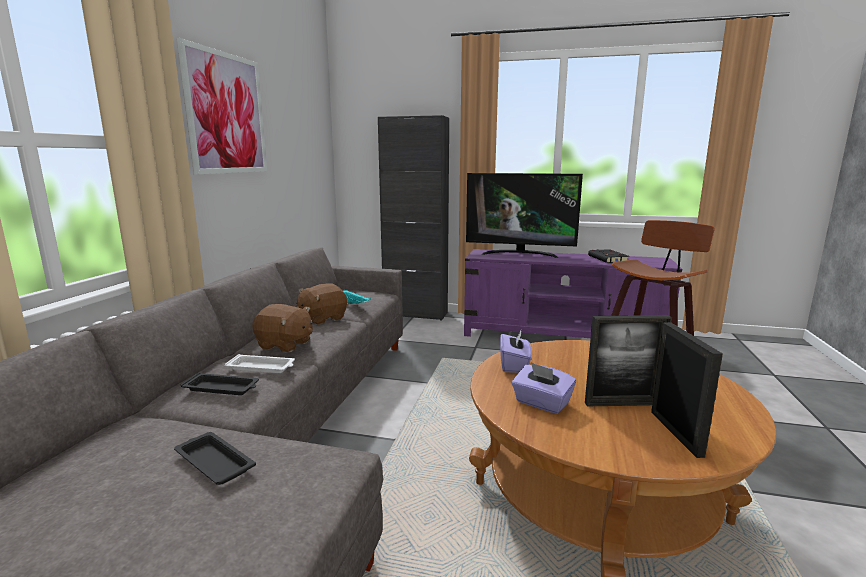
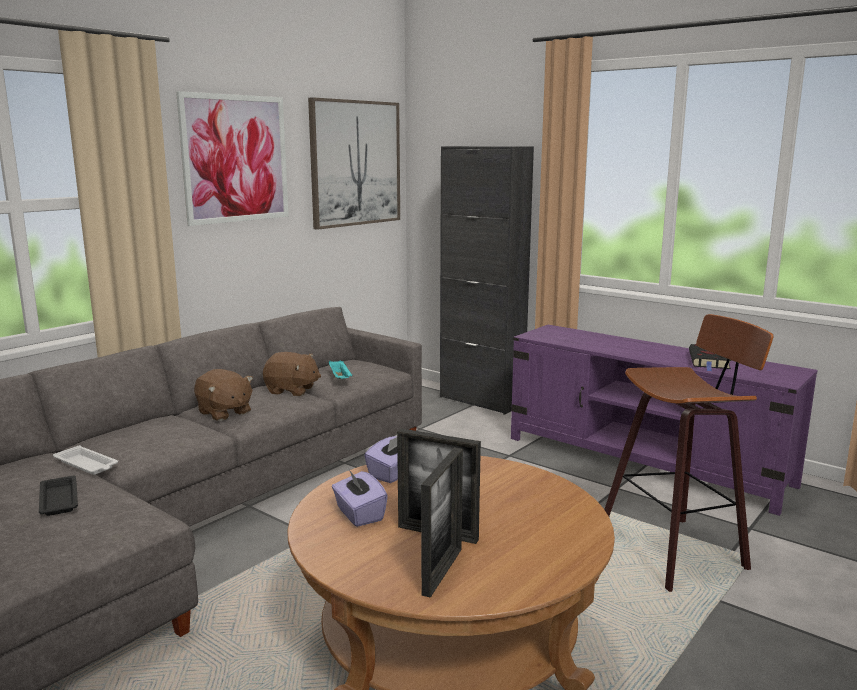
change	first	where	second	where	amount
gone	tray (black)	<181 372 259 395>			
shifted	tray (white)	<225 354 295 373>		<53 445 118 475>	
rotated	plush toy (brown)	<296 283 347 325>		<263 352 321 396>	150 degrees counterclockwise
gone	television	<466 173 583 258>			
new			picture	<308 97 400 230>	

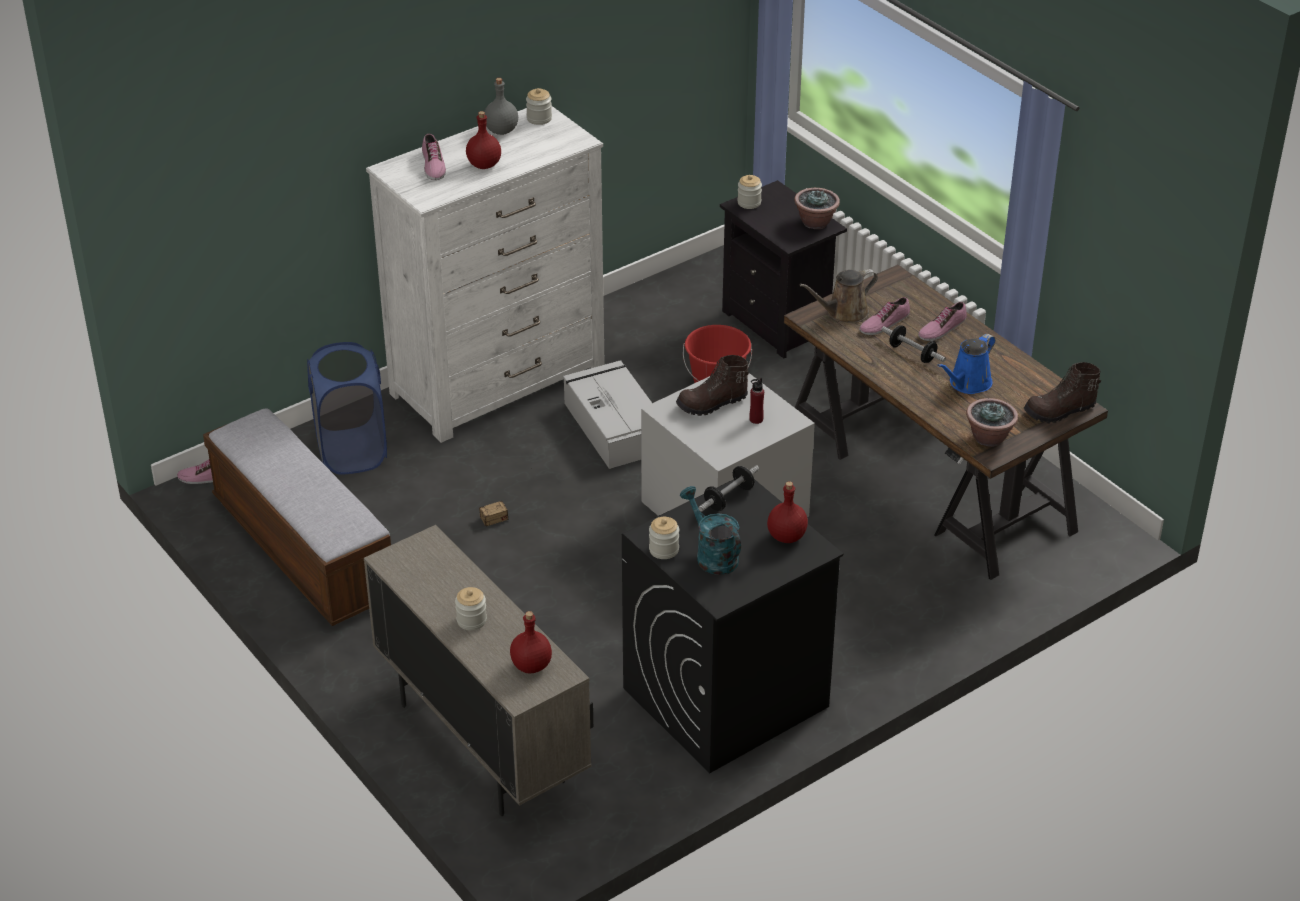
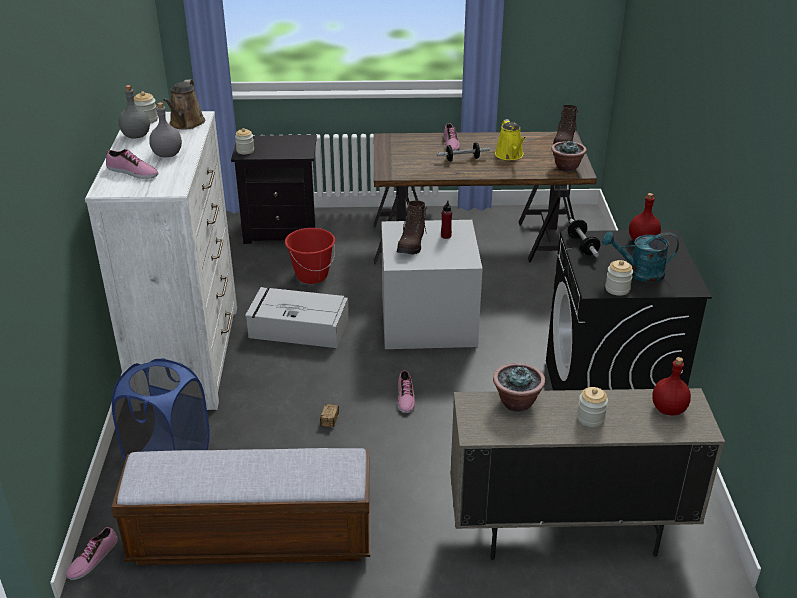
change	first	where	second	where	amount
repainted	bottle (red)	<466 111 501 169>	bottle (grey)	<149 102 182 157>	
shifted	potted plant	<794 188 840 229>		<493 363 545 412>	
shifted	watering can (brown)	<799 269 878 323>		<163 79 205 130>	
shifted	shoe	<859 297 910 335>		<397 370 415 413>	
repainted	watering can (blue)	<937 334 995 394>	watering can (yellow)	<495 119 526 160>	

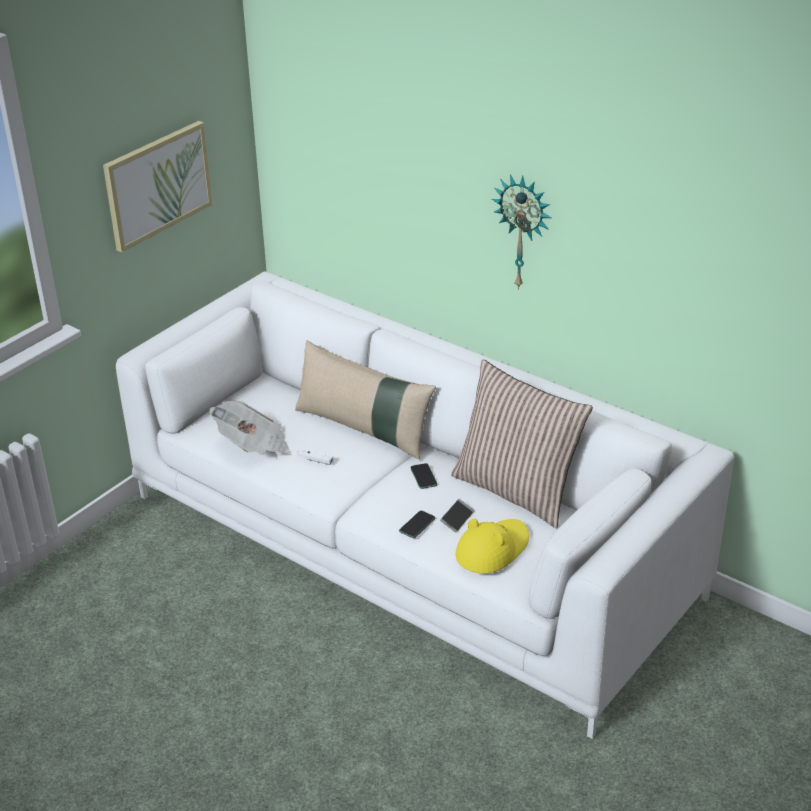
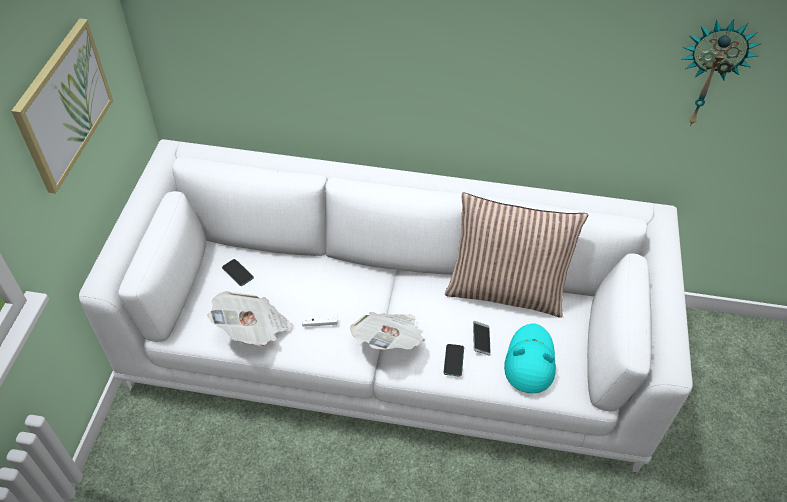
change	first	where	second	where	amount
gone	pillow (beige)	<295 341 436 460>			
shifted	phone	<410 463 438 489>		<222 259 254 286>	
repainted	hat (yellow)	<455 519 529 574>	hat (turquoise)	<504 324 556 393>	
shifted	wall clock	<492 174 551 290>		<681 19 761 126>	
new			newspaper	<350 312 425 350>	

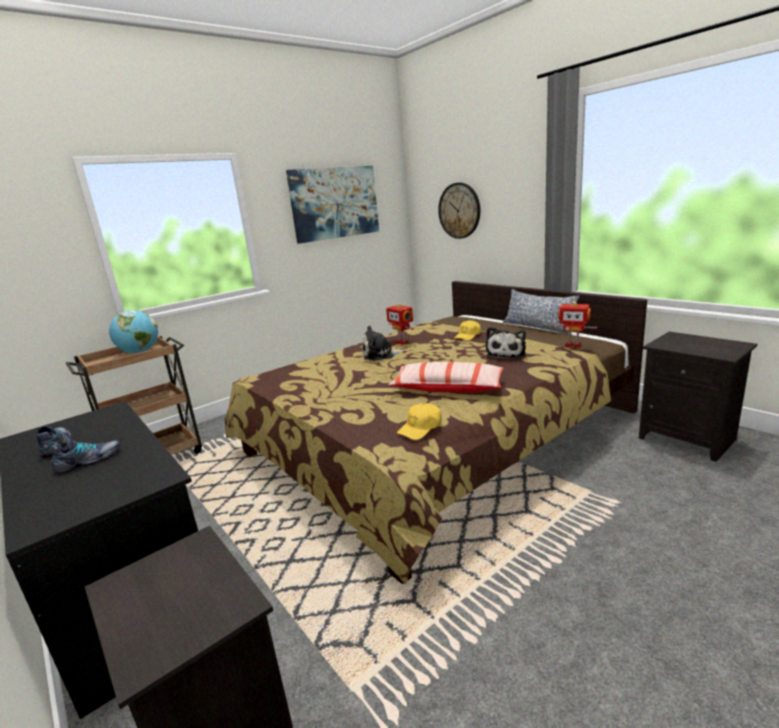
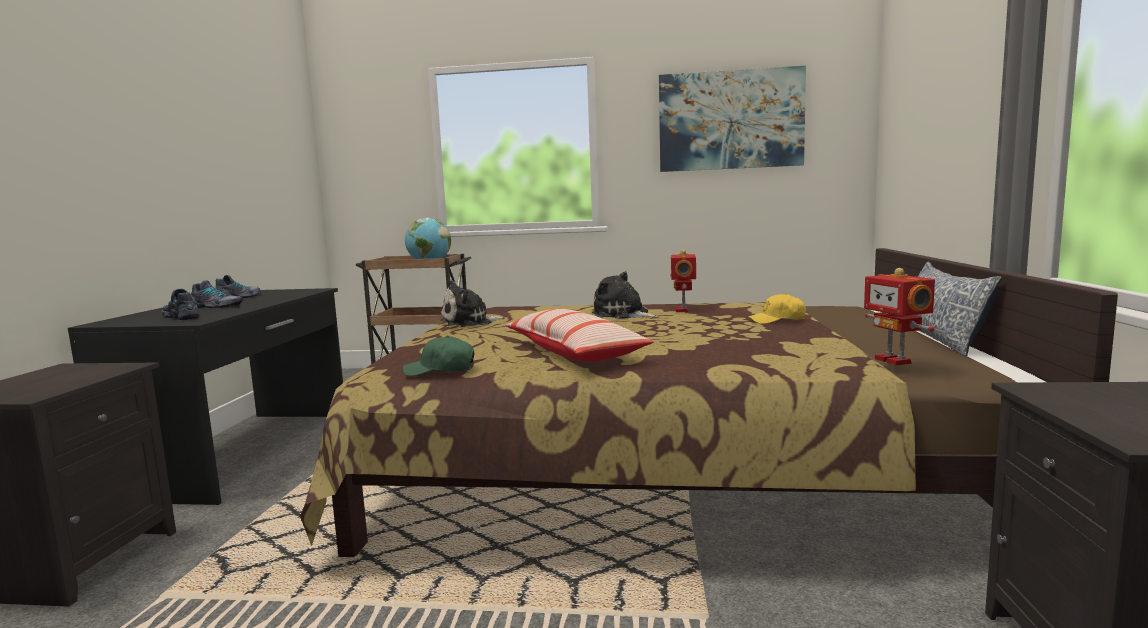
change	first	where	second	where	amount
repainted	cap (yellow)	<397 403 442 440>	cap (green)	<403 336 474 376>	
gone	wall clock	<438 183 480 239>			
shifted	plush toy	<486 327 526 359>		<441 280 505 327>	
new			shoe	<161 289 200 320>	

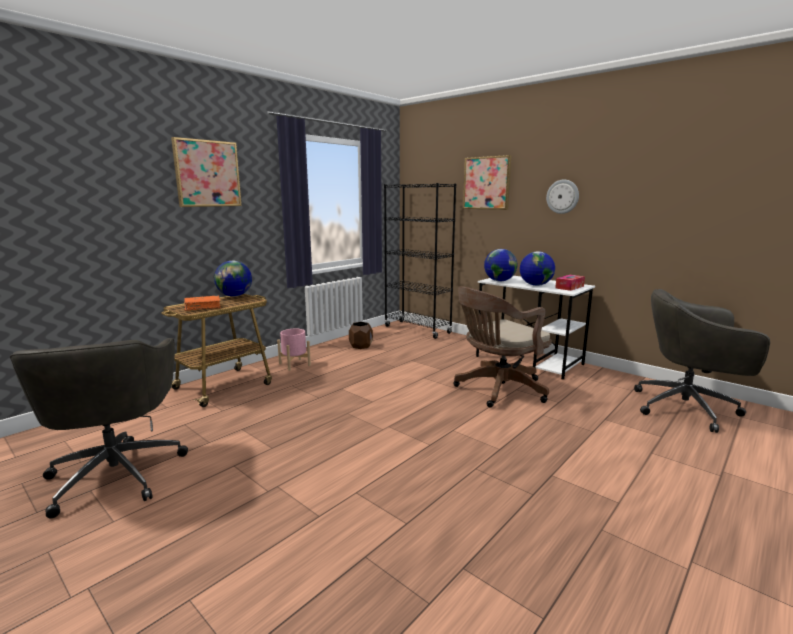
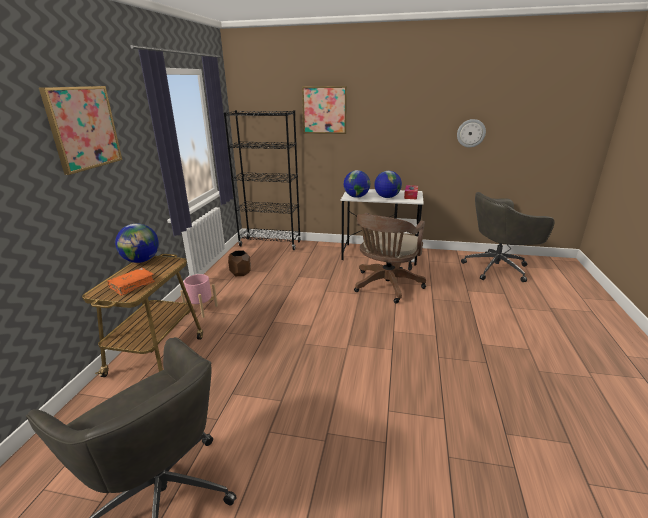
change	first	where	second	where	amount
shifted	wall clock	<546 179 579 214>		<457 119 486 148>	

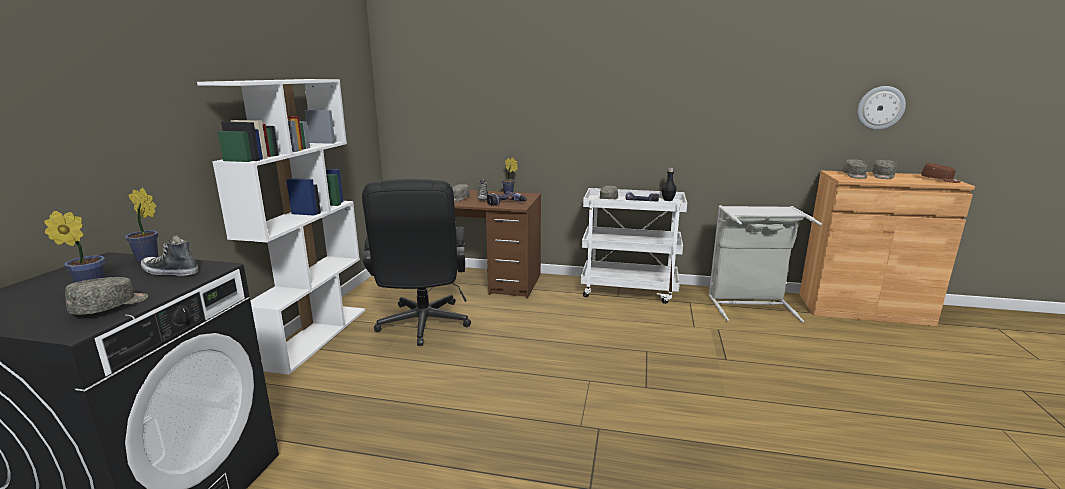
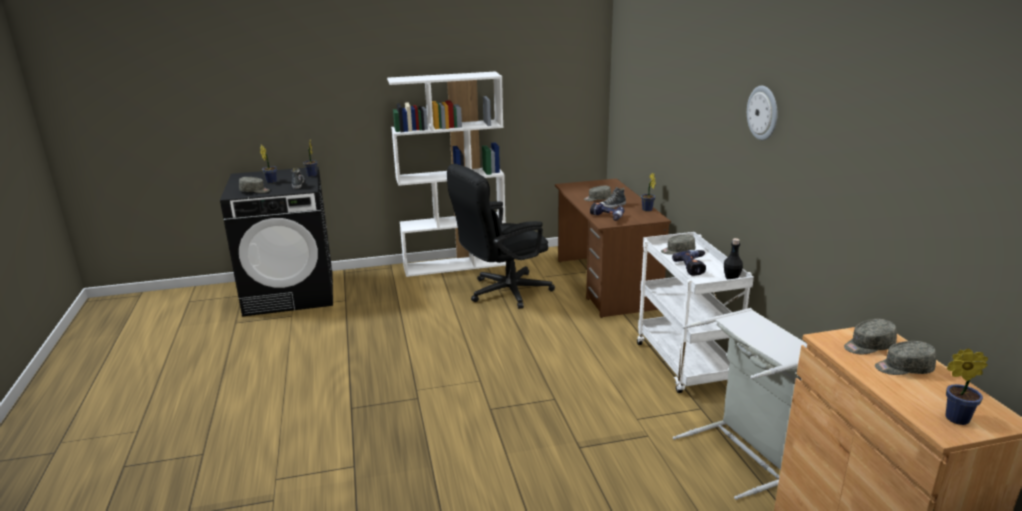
change	first	where	second	where	amount
shifted	wall clock	<857 86 906 130>		<747 86 778 140>	
swapped	cap (brown)	<921 163 960 183>	potted plant	<946 348 988 425>	

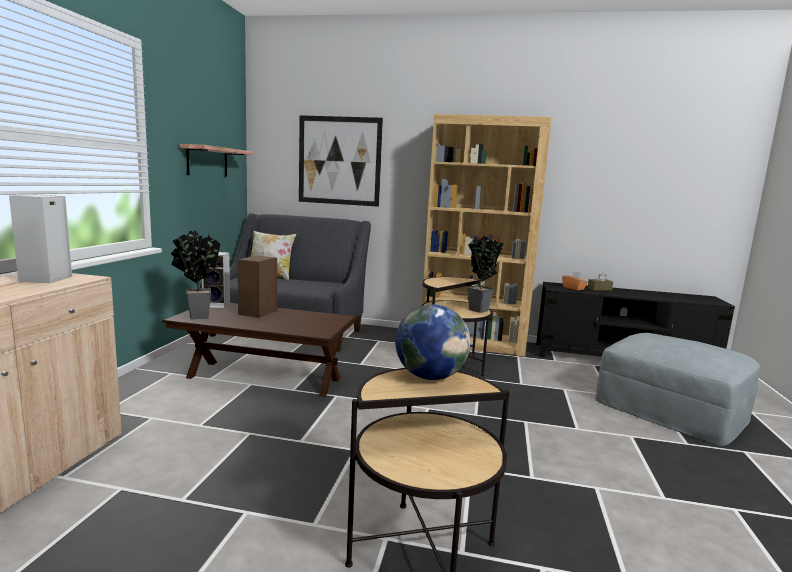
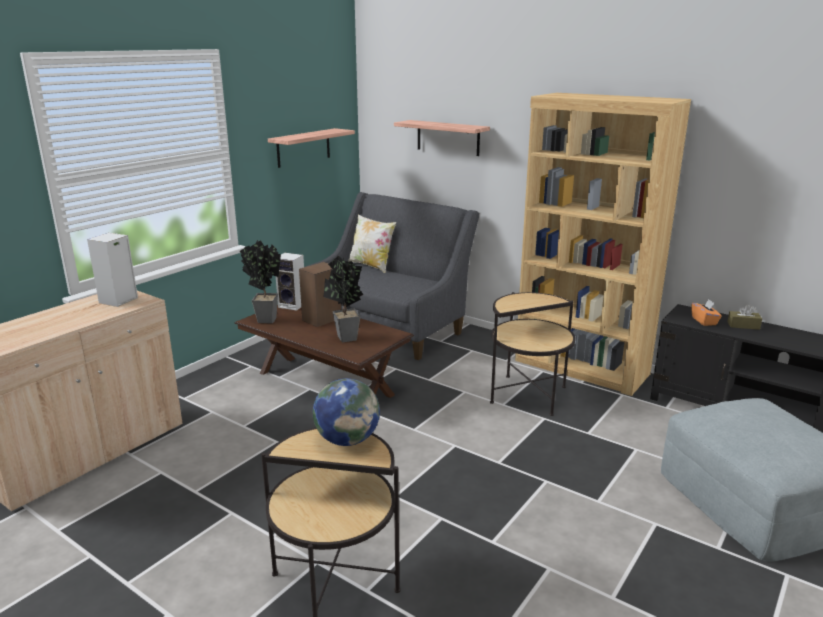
change	first	where	second	where	amount
swapped	picture	<299 115 383 207>	shelf	<394 120 490 156>	
shifted	potted plant	<467 236 504 313>		<324 256 364 342>	

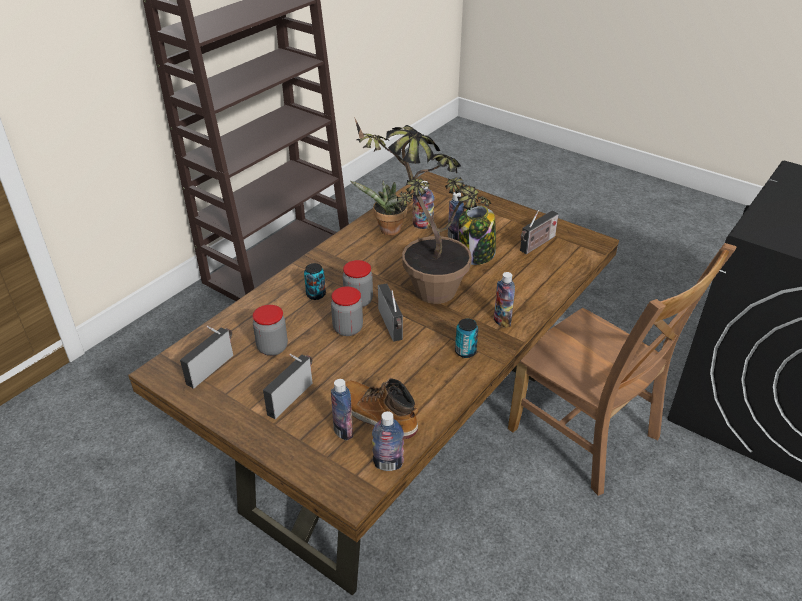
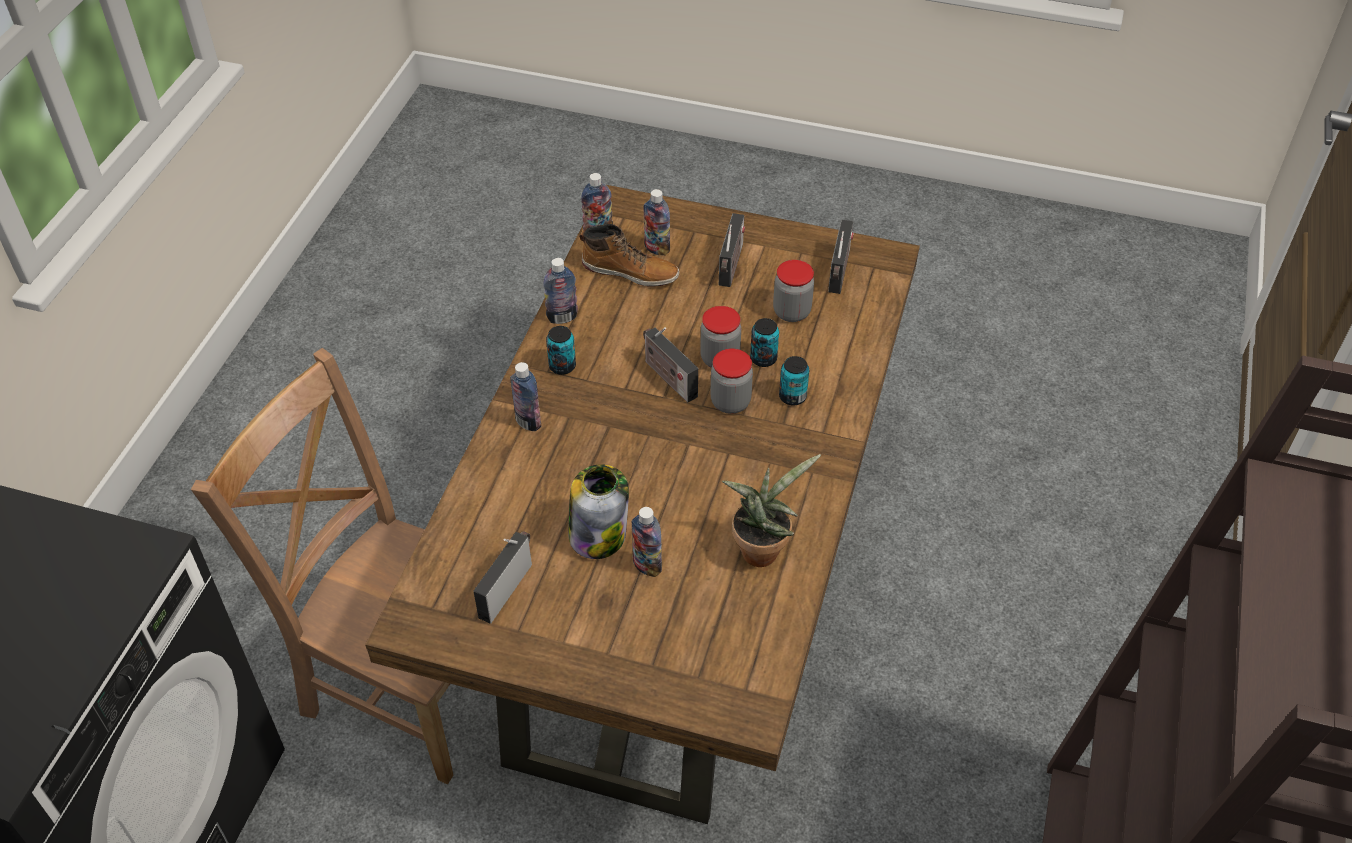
change	first	where	second	where	amount
gone	potted plant	<354 117 491 304>			
shifted	bottle	<412 181 434 229>		<543 258 578 324>	
new			can	<750 318 779 367>	

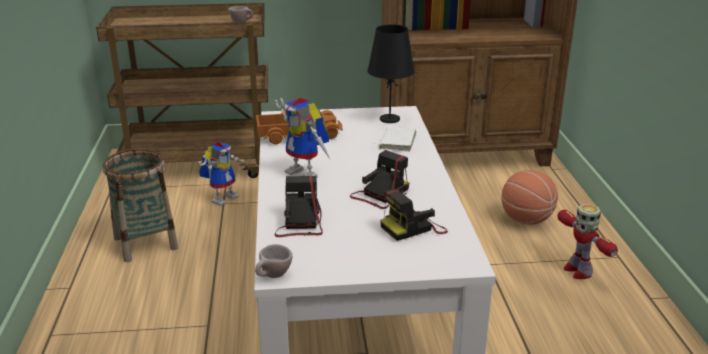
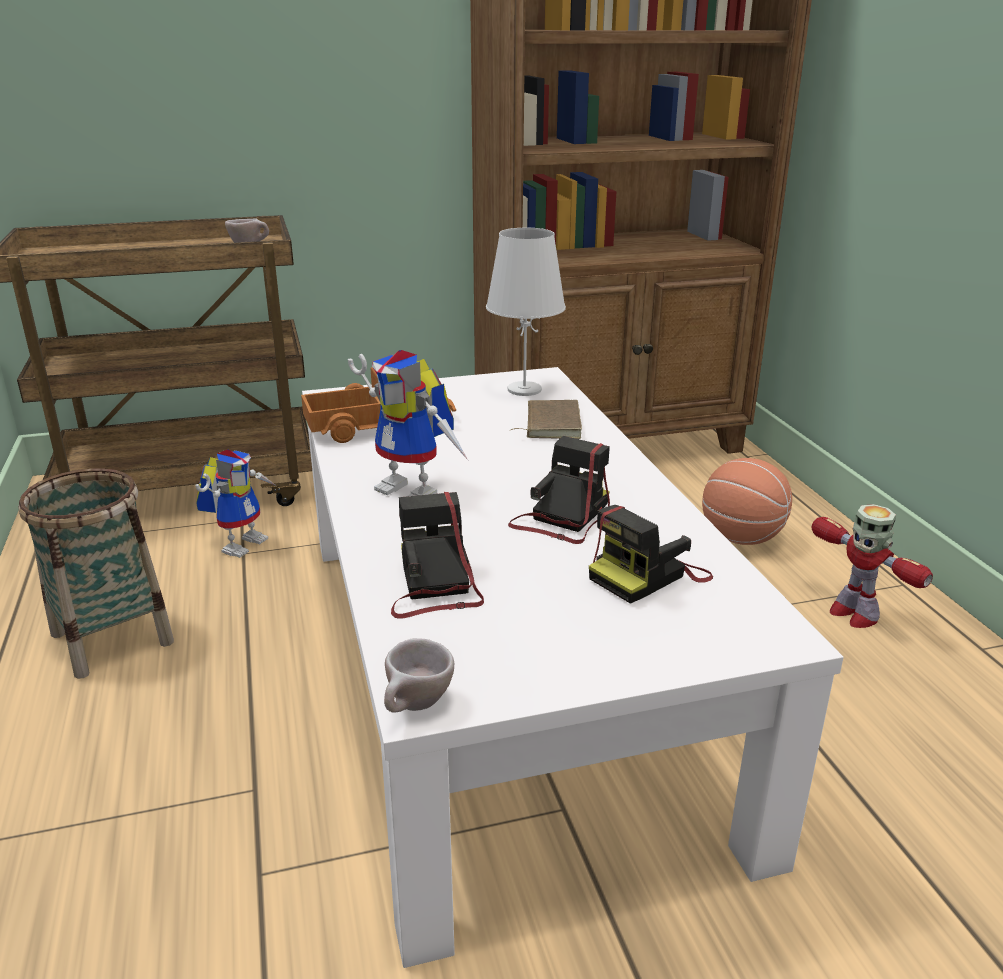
change	first	where	second	where	amount
repainted	table lamp (black)	<367 25 415 123>	table lamp (white)	<486 228 566 396>	
repainted	book (white)	<370 127 417 152>	book (brown)	<511 400 582 439>	

